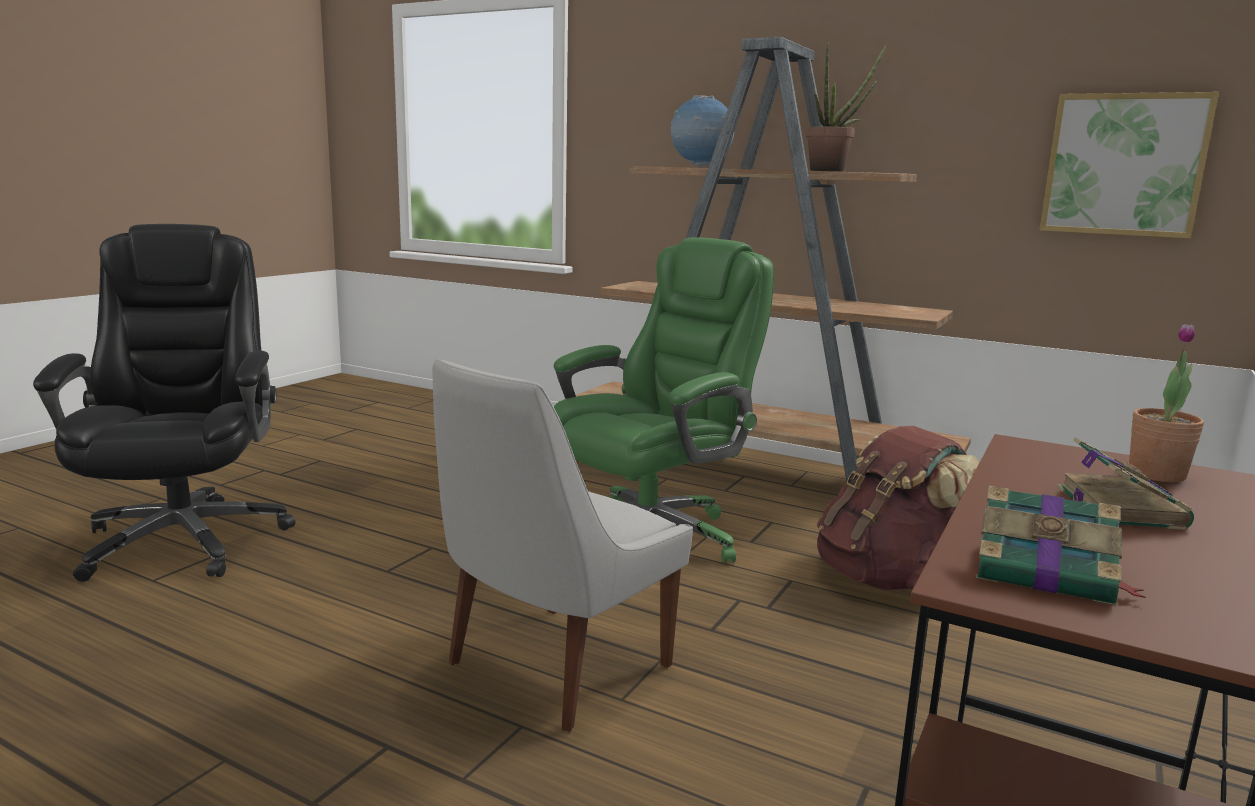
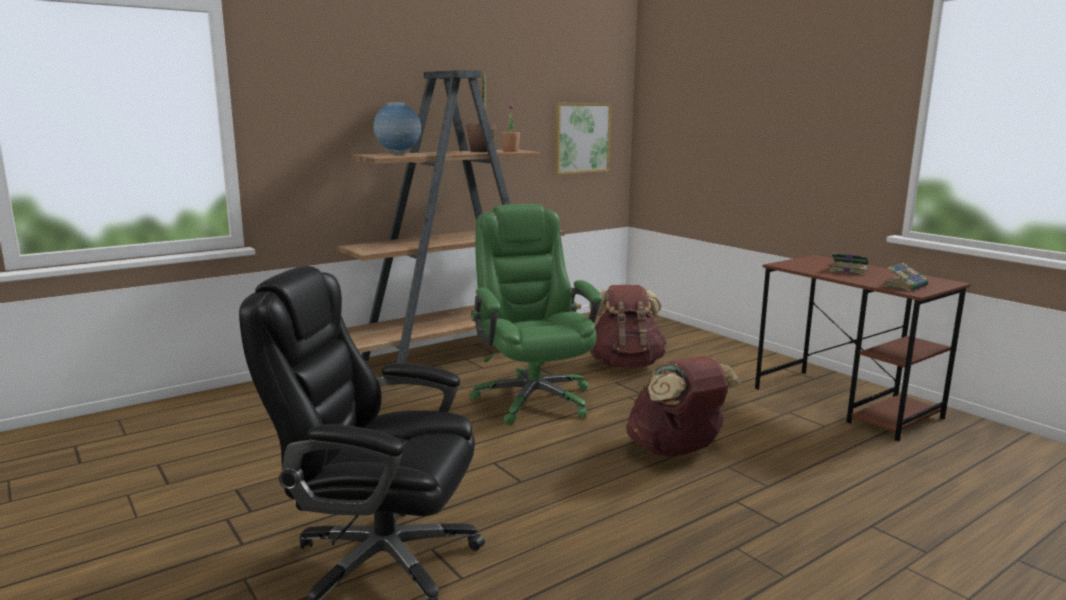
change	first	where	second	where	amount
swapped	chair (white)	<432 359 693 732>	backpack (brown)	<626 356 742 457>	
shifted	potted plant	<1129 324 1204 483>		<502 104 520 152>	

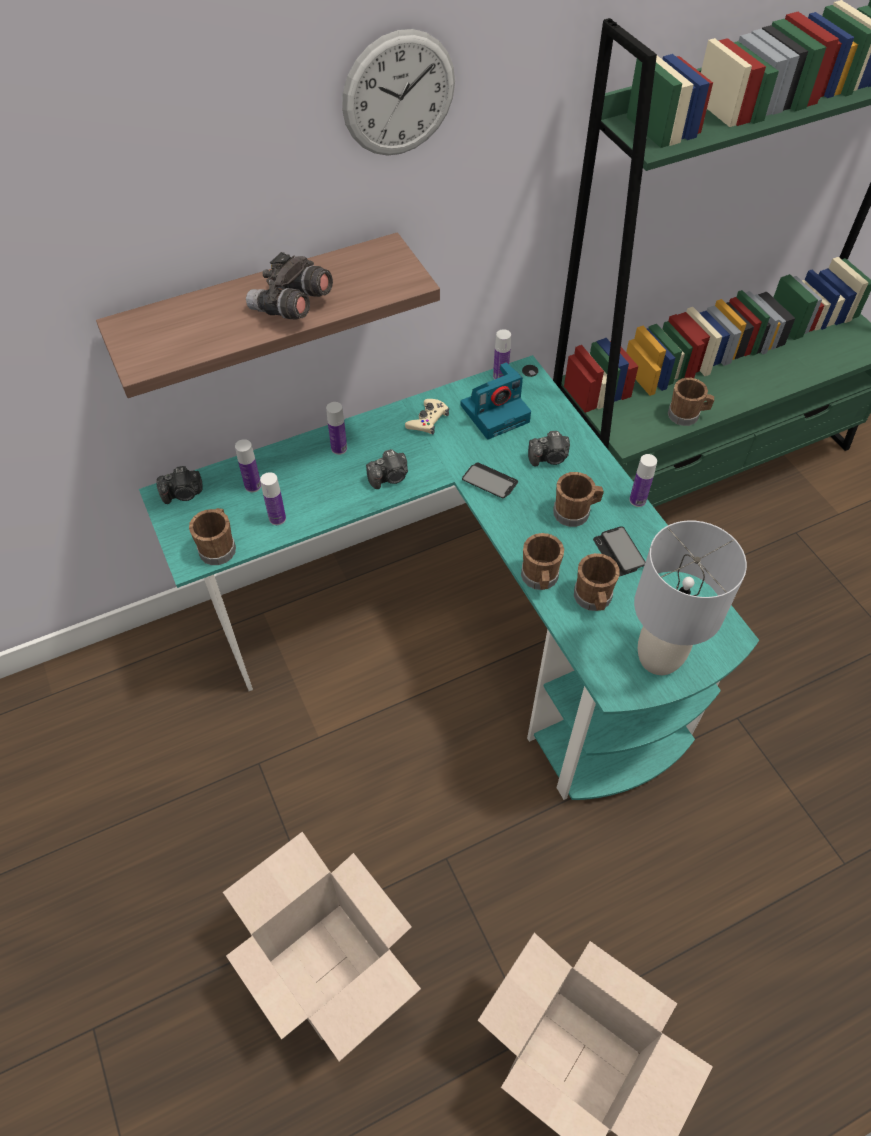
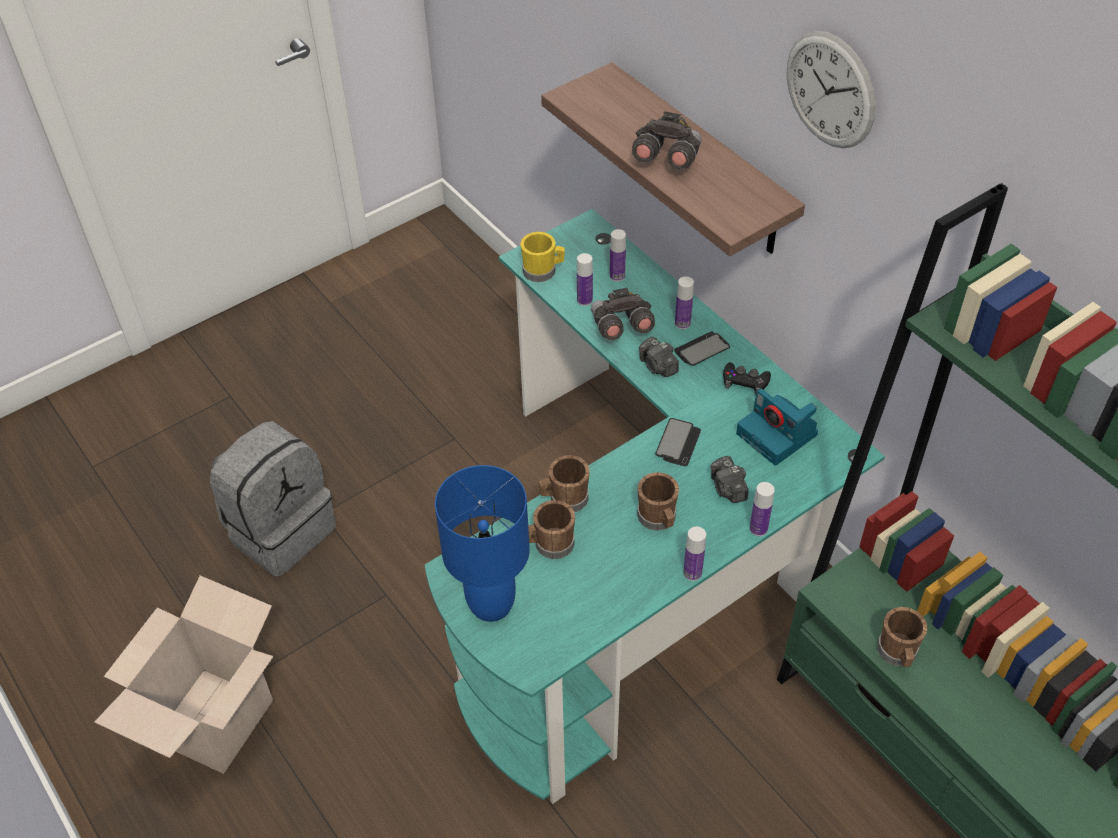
change	first	where	second	where	amount
gone	photo camera	<156 466 202 504>			
repainted	mug (brown)	<189 508 236 565>	mug (yellow)	<520 232 565 282>	
swapped	cardboard box	<223 832 421 1062>	backpack (grey)	<210 421 336 576>	
repainted	game controller (beige)	<405 399 449 434>	game controller (black)	<723 362 771 395>	
shifted	bottle	<493 329 511 380>		<750 482 775 536>	
shifted	phone	<593 526 645 576>		<674 331 730 366>	
repainted	table lamp (grey)	<634 520 747 675>	table lamp (blue)	<435 465 530 622>	
new			binoculars (grey)	<591 288 655 340>	

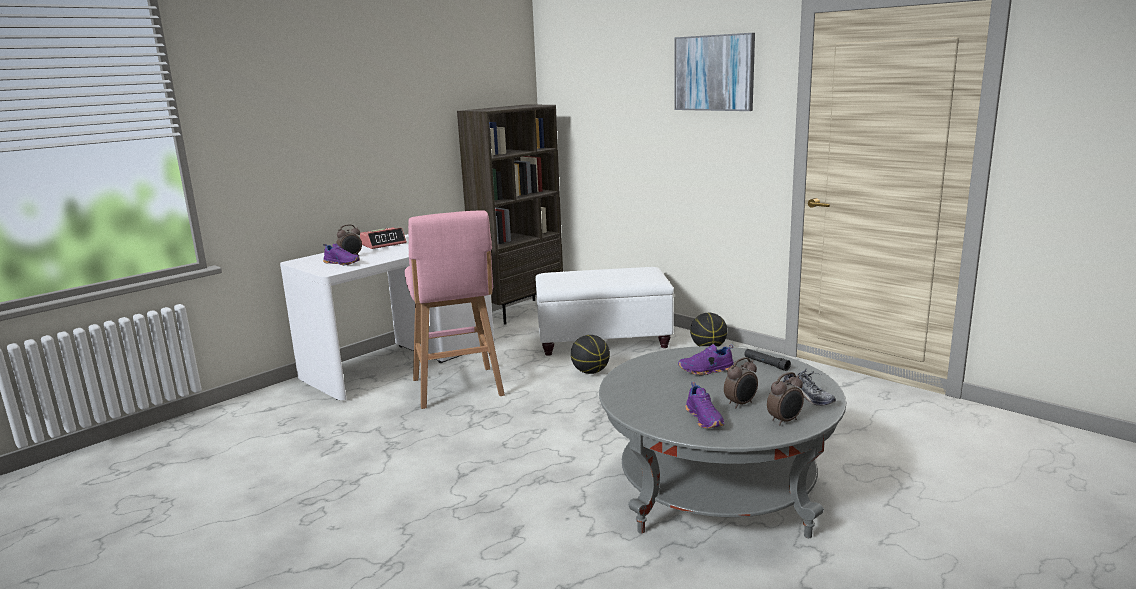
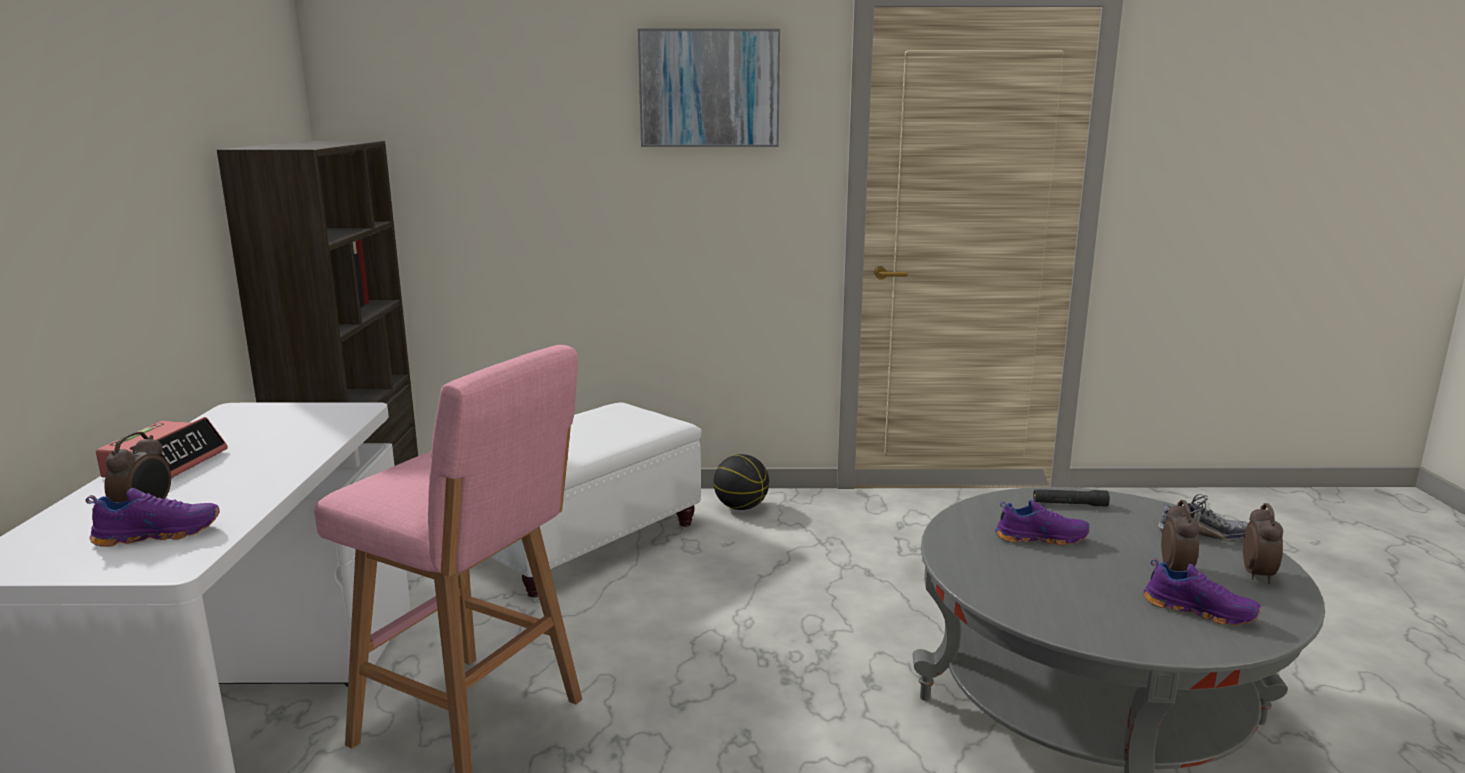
change	first	where	second	where	amount
gone	basketball	<571 335 610 374>			
rotated	shoe (purple)	<678 344 734 376>		<995 500 1090 545>	120 degrees counterclockwise

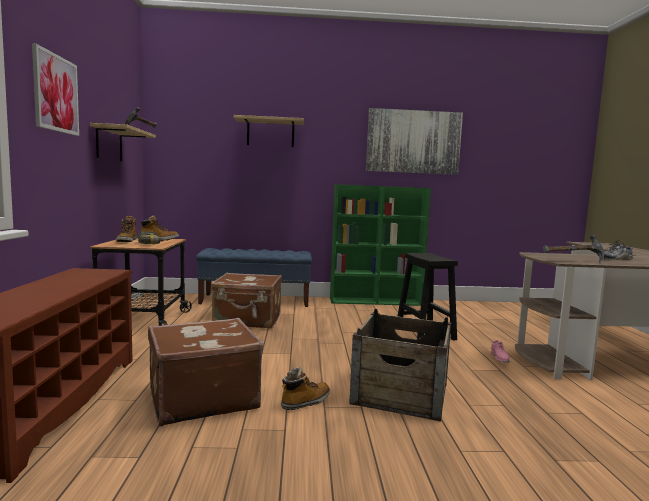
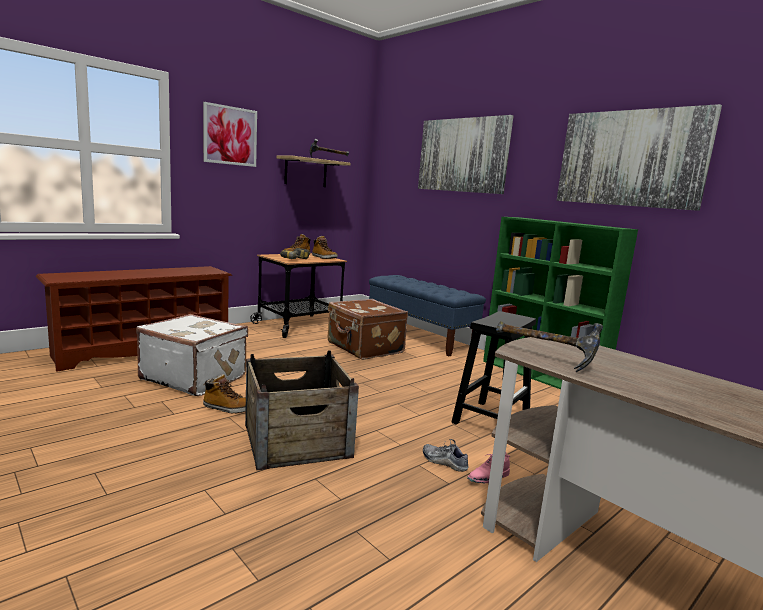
change	first	where	second	where	amount
repainted	suitcase (brown)	<148 318 263 427>	suitcase (white)	<136 314 248 396>	
swapped	shelf	<234 115 304 147>	picture	<418 115 514 194>	
shifted	shoe	<598 240 633 260>		<423 439 469 472>	

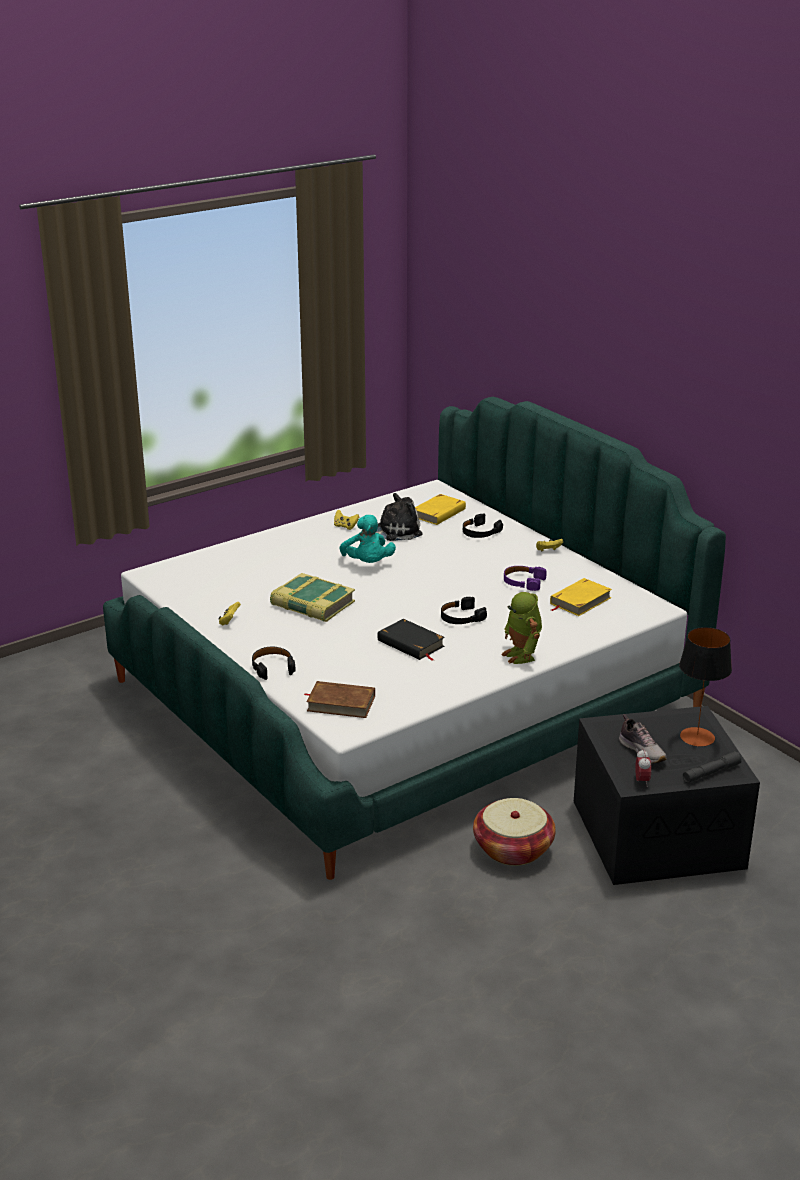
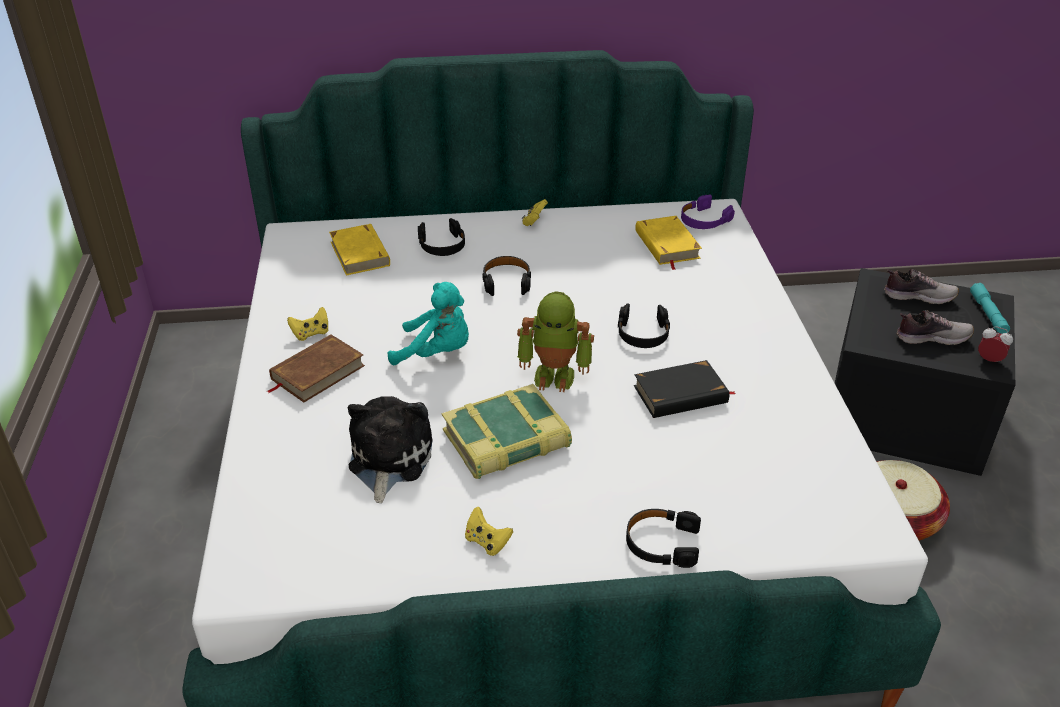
change	first	where	second	where	amount
shifted	book (brown)	<304 681 375 718>		<267 334 365 402>	
shifted	plush toy	<376 493 423 541>		<347 396 433 503>	
shifted	toy robot	<502 592 542 664>		<517 291 594 392>	
shifted	headphones (purple)	<504 566 547 591>		<681 195 735 229>	
swapped	table lamp	<679 627 732 747>	shoe	<884 269 959 304>	
repainted	flashlight (grey)	<683 751 742 783>	flashlight (turquoise)	<970 283 1010 334>	
new			headphones (black)	<482 256 531 296>	

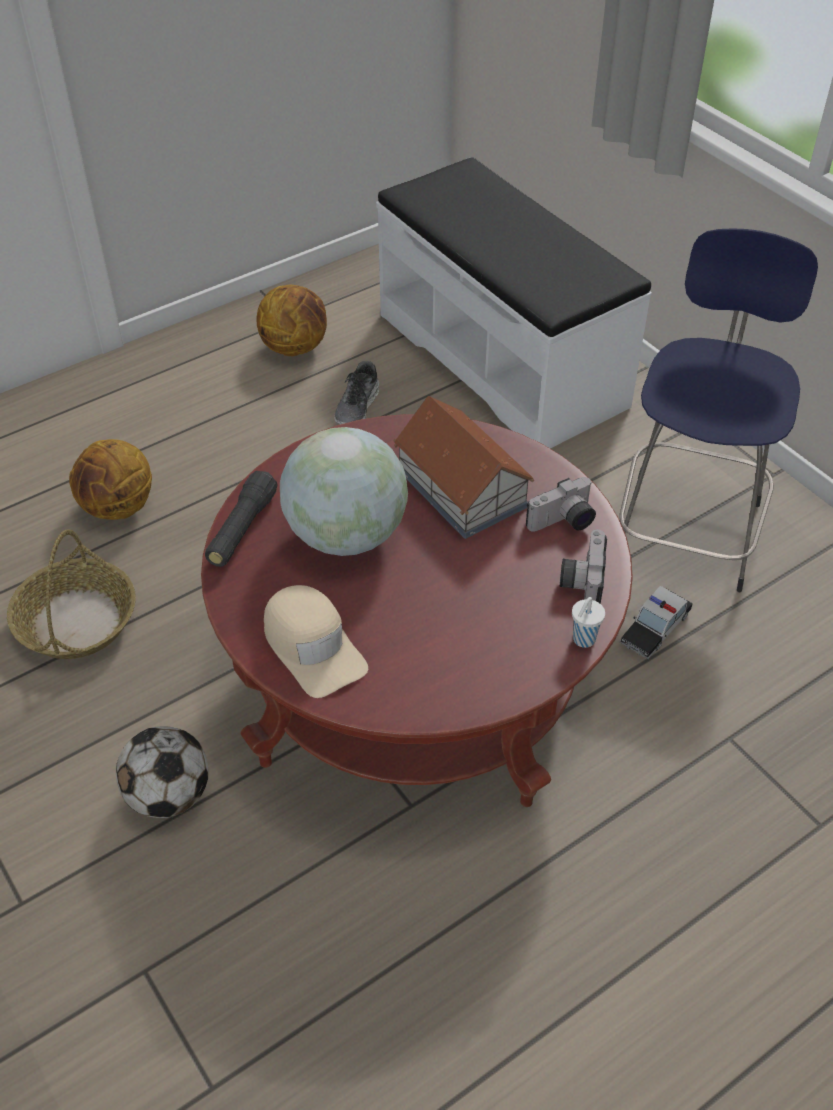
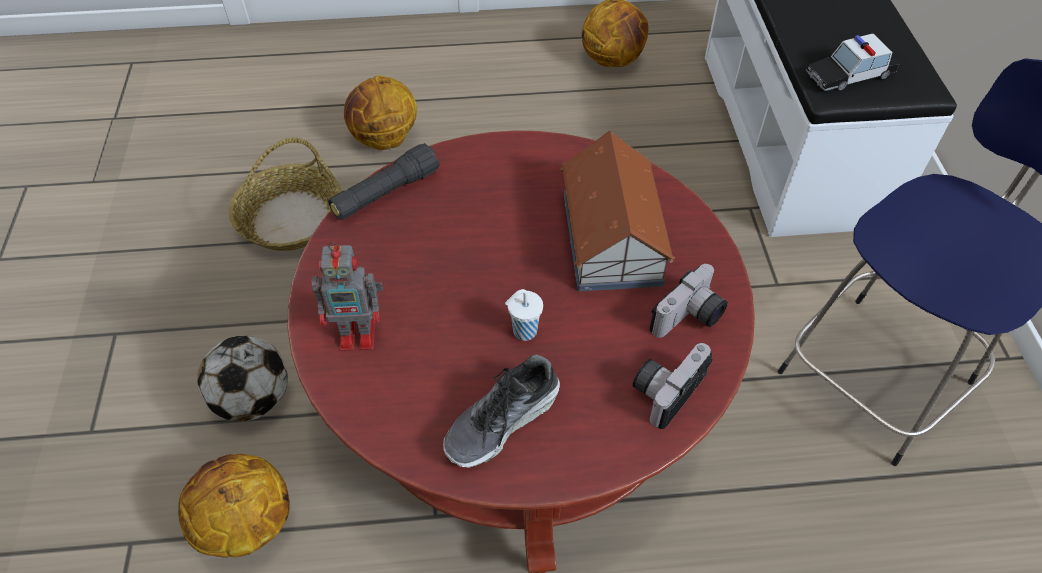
change	first	where	second	where	amount
swapped	cap (beige)	<264 585 368 698>	toy robot	<312 242 383 351>	
gone	globe	<280 427 408 556>			
shifted	shoe	<334 361 379 425>		<443 355 560 467>	
rotated	photo camera	<526 477 596 532>		<649 264 728 338>	45 degrees counterclockwise
shifted	cup (white)	<572 597 605 648>		<505 289 543 341>	
shifted	toy car	<620 586 693 659>		<806 34 899 91>	
new			basketball	<178 454 290 558>	

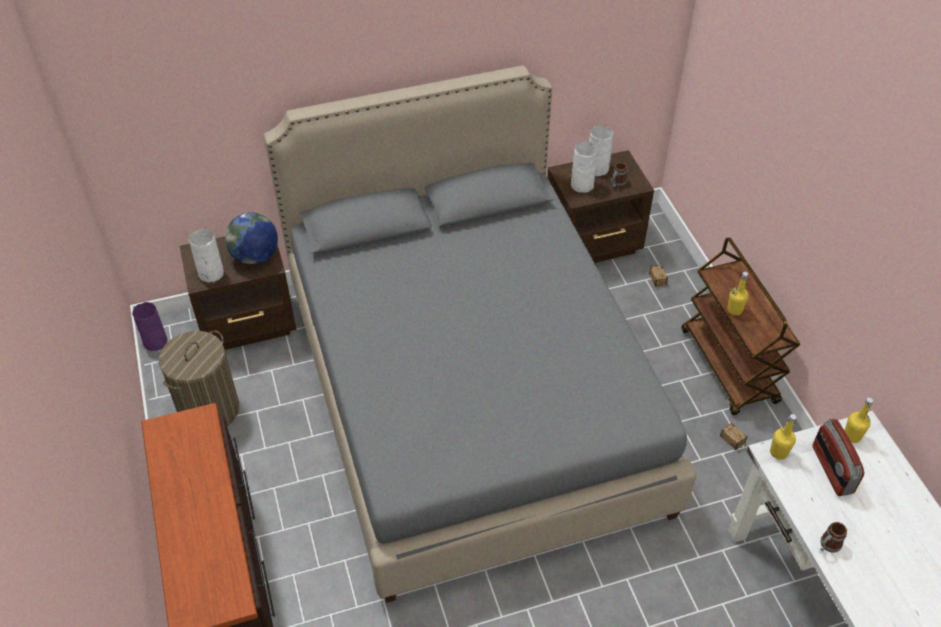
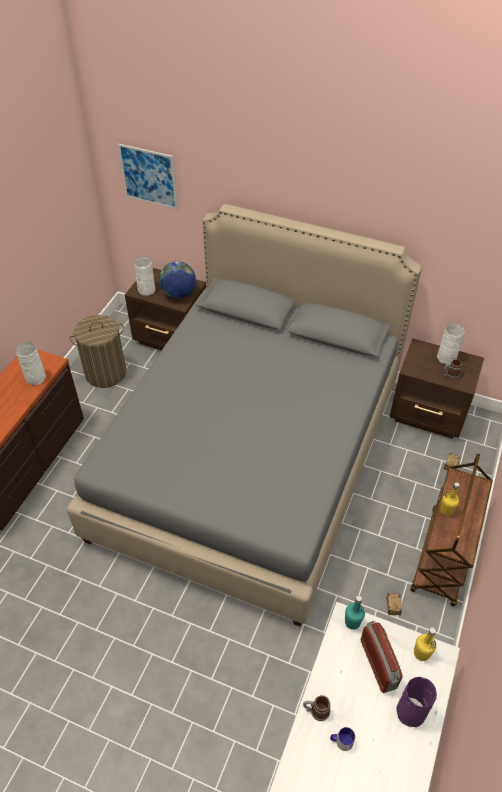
change	first	where	second	where	amount
shifted	vase (purple)	<132 302 167 351>		<397 677 437 727>	
shifted	vase (white)	<571 142 598 193>		<16 342 46 385>	
repainted	bottle (yellow)	<770 414 797 460>	bottle (turquoise)	<345 595 365 630>	
rotated	radio	<812 419 864 496>		<361 621 402 693>	135 degrees clockwise
new			picture	<118 144 178 209>	
new			mug	<330 727 355 751>	

